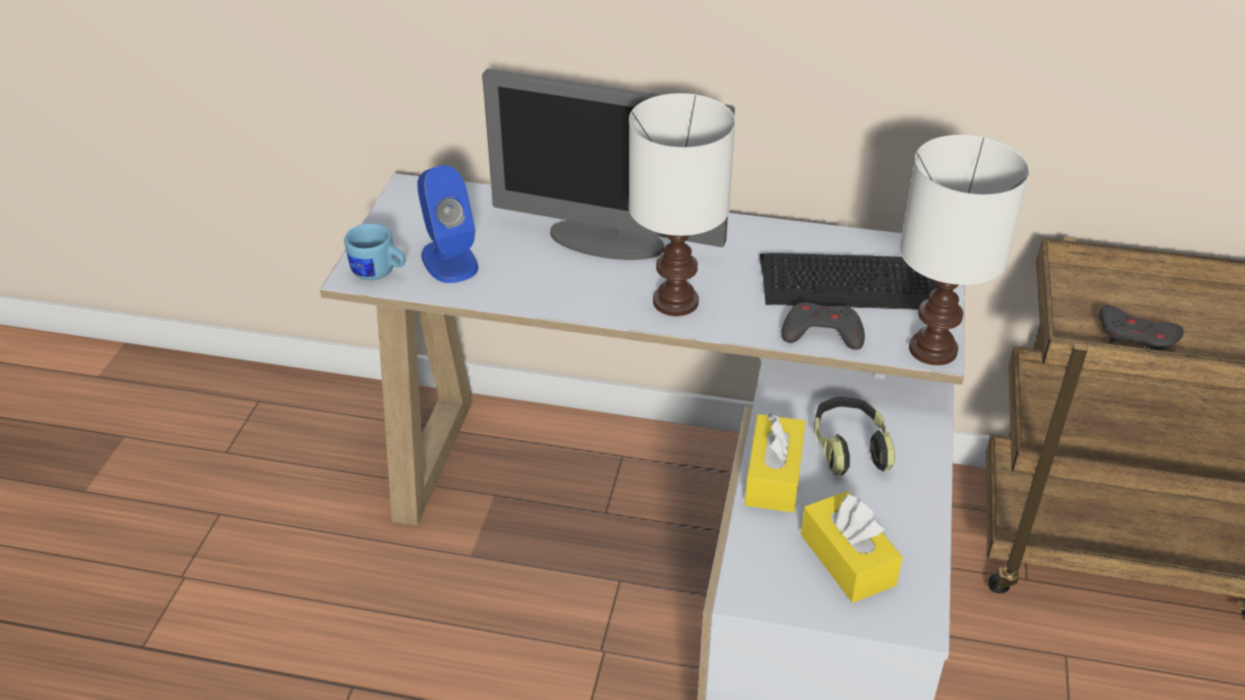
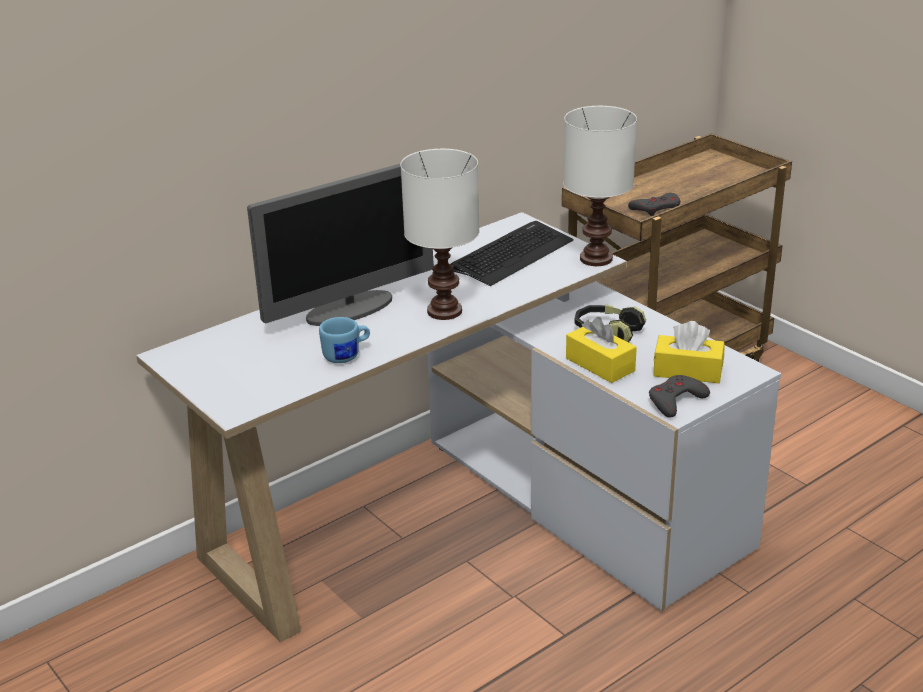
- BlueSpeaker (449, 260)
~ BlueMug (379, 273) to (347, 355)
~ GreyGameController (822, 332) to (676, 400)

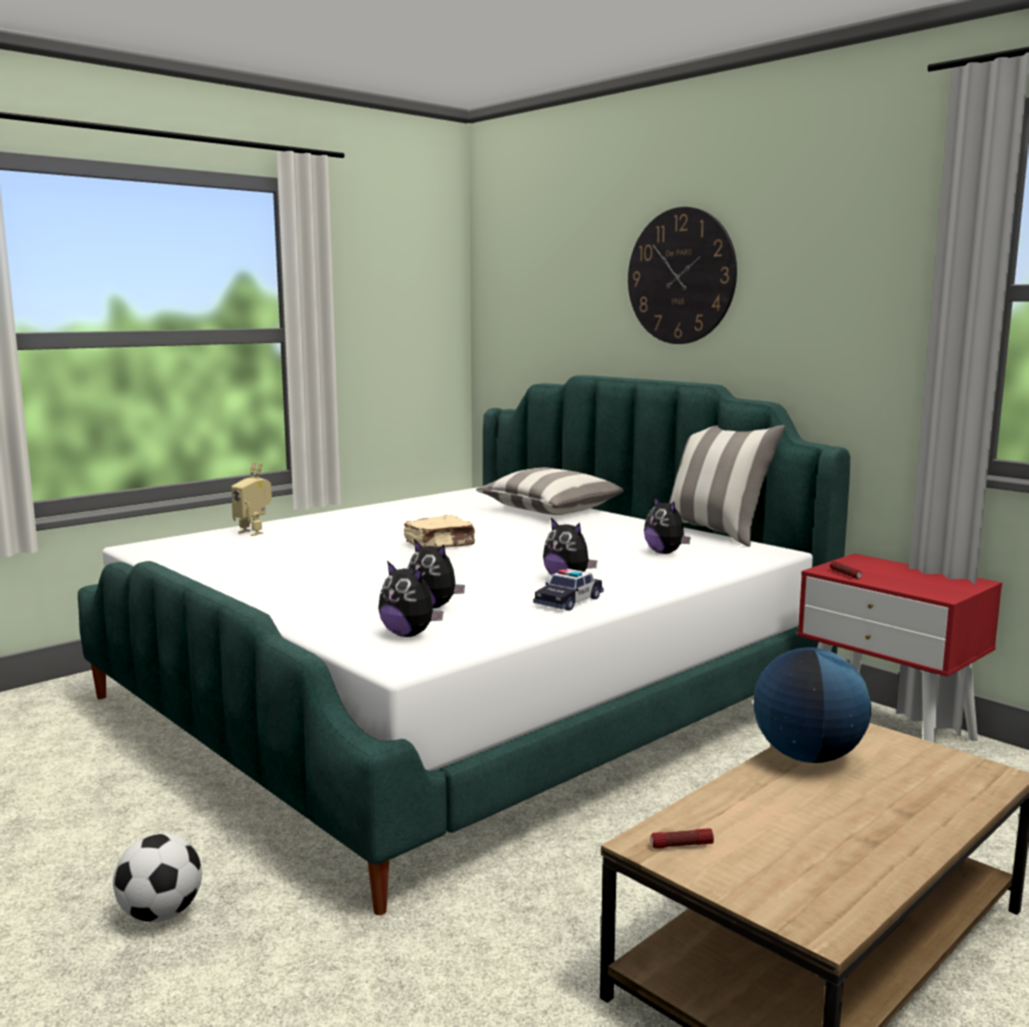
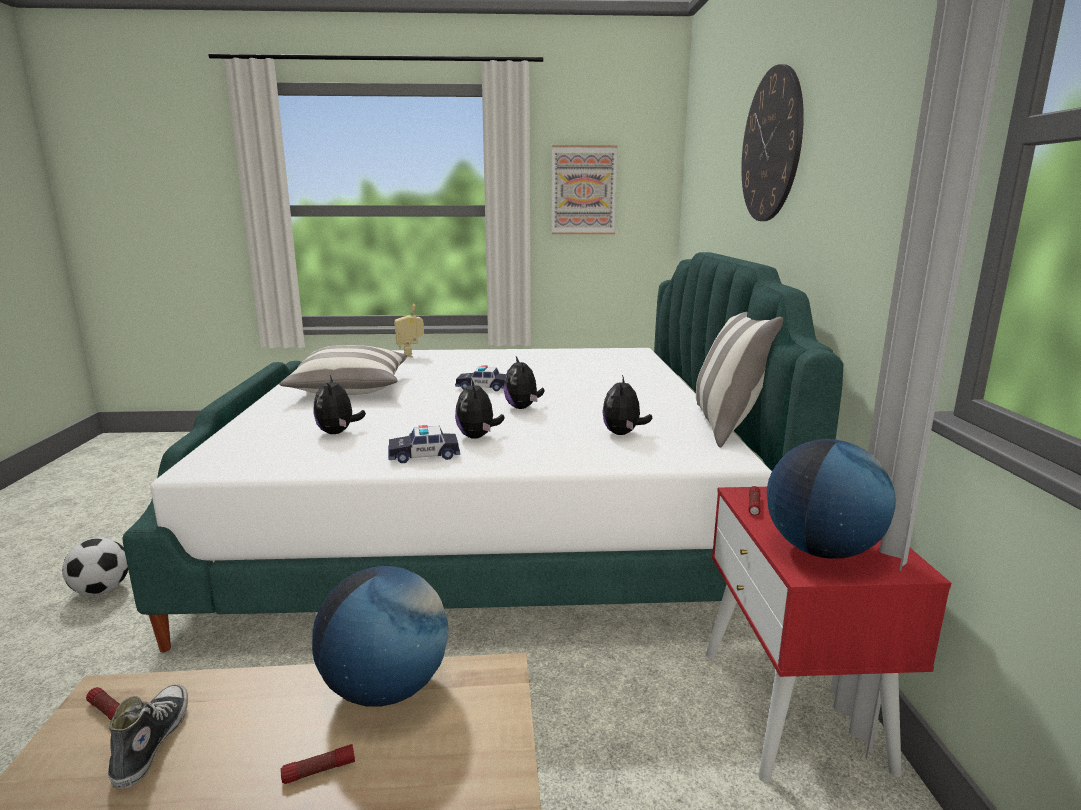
~ Pillow (551, 510) to (351, 388)
~ BeigeBook (440, 545) to ToyCar (482, 387)
~ PlushToy (409, 634) to (523, 407)
+ Picture (583, 190)
+ Globe (821, 550)
+ Shoe (151, 742)
+ Flashlight (319, 771)

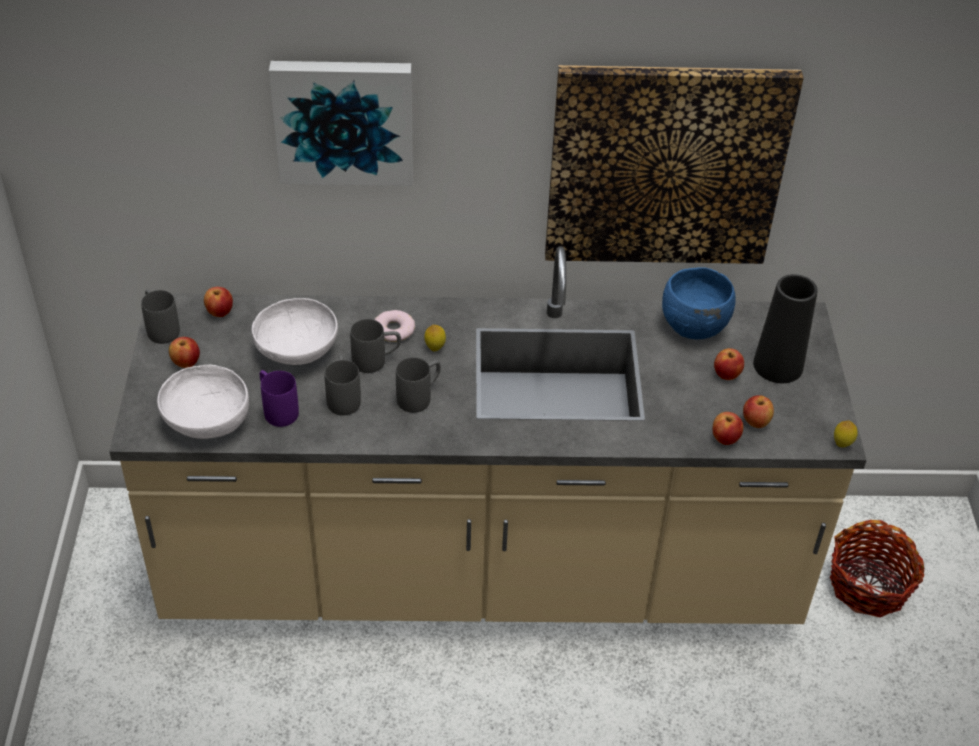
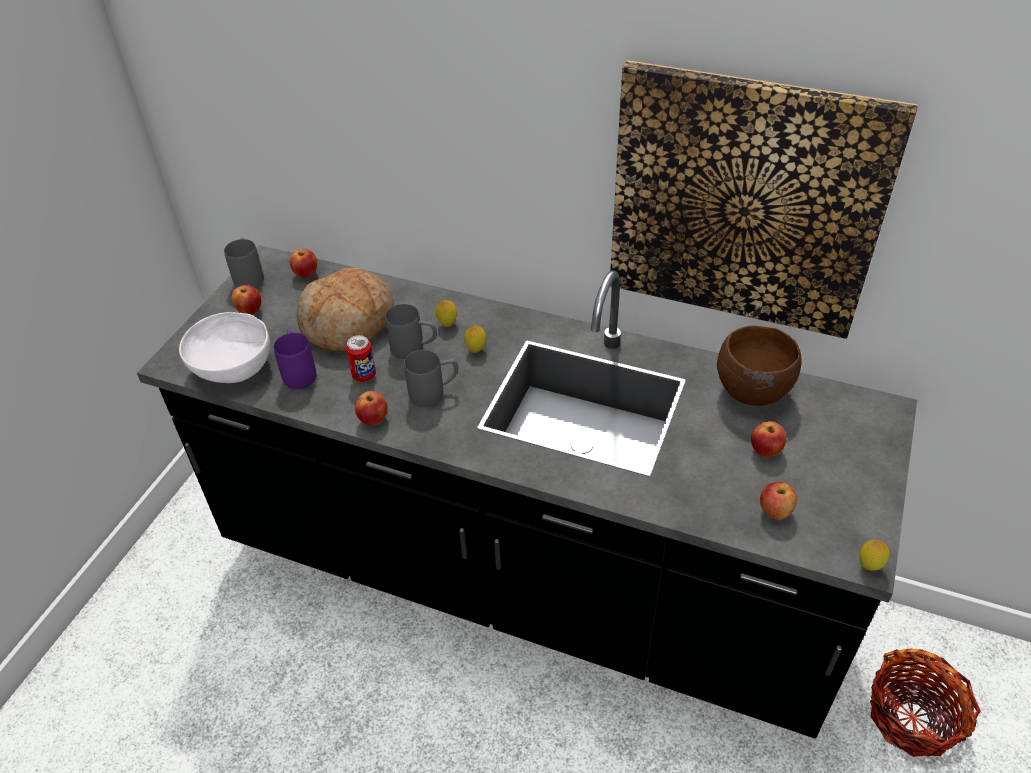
- Picture (344, 120)
~ BeigeCounter (481, 573) to BlackCounter (522, 579)
~ BlueBowl (693, 327) to BrownBowl (751, 391)
- BlackVase (778, 365)
~ WhiteBowl (297, 352) to Bread (349, 324)
~ Donut (393, 330) to Lemon (447, 324)
~ GreyMug (343, 397) to Can (364, 375)
~ Apple (725, 439) to (373, 419)

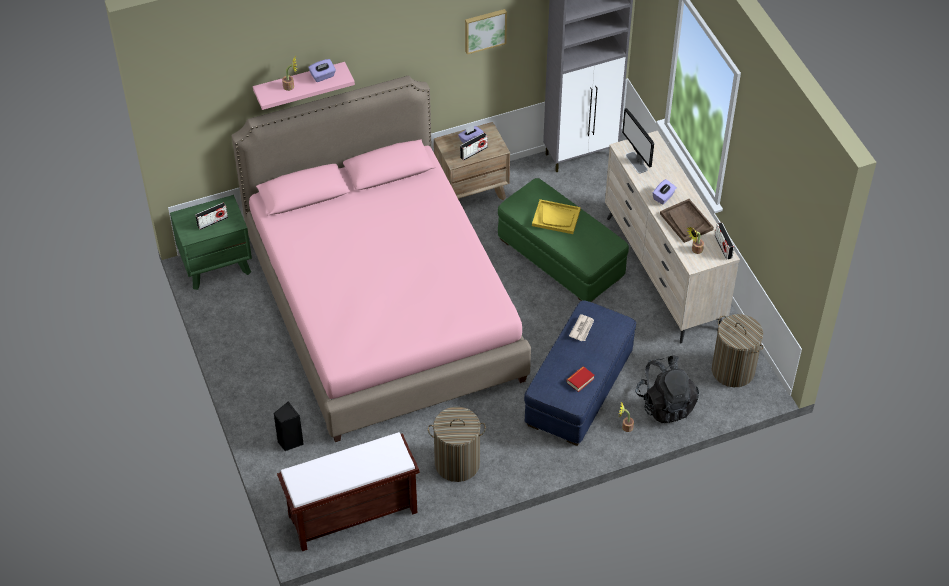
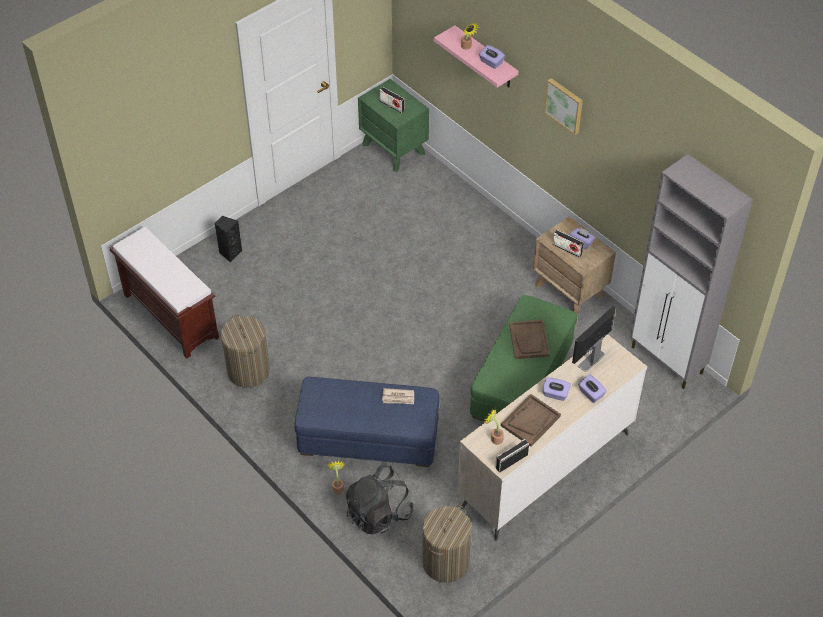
~ Picture (485, 30) to (565, 105)
- PinkBed (383, 308)
~ YellowTray (556, 218) to BrownTray (529, 340)
- Book (580, 380)
+ PurpleTissueBox (590, 394)

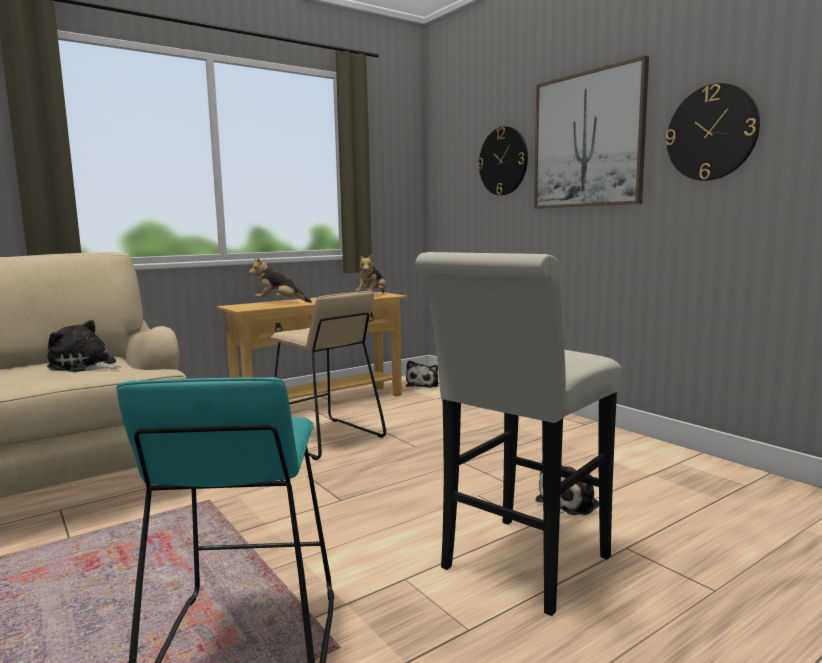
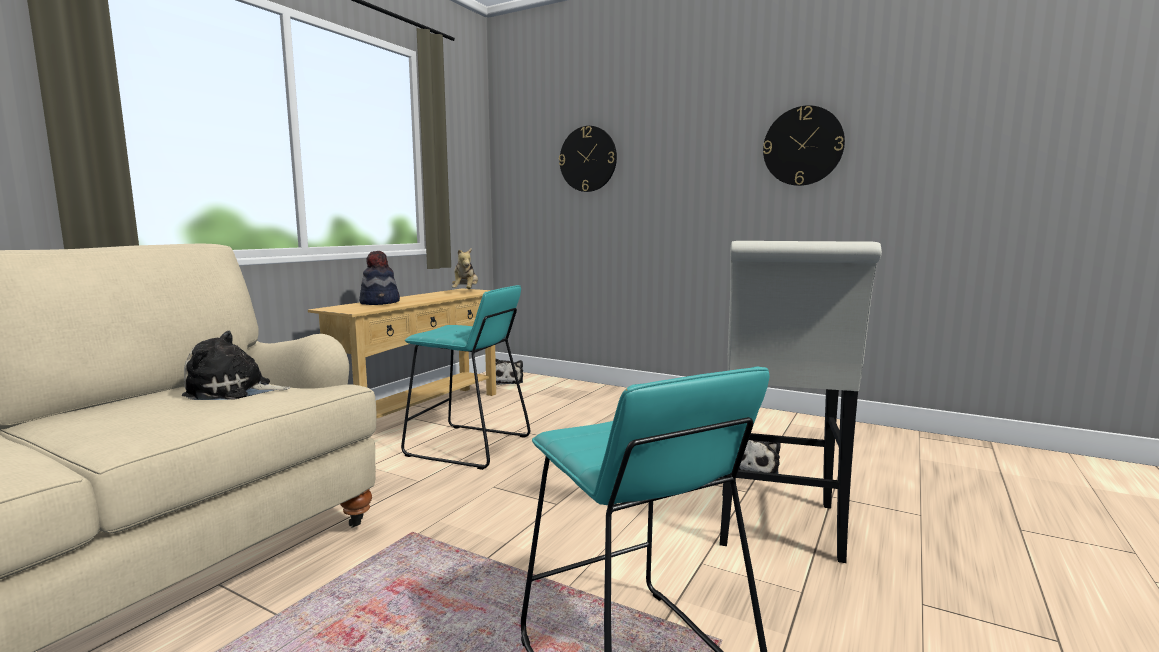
- Picture (587, 140)
~ PlushToy (280, 303) to Hat (380, 303)
~ BeigeStool (325, 438) to TurquoiseStool (467, 446)

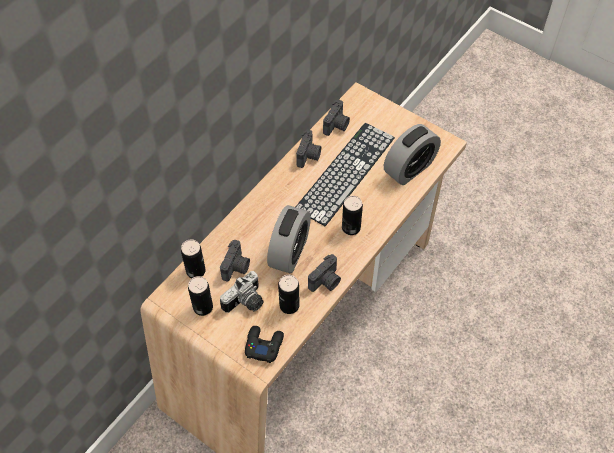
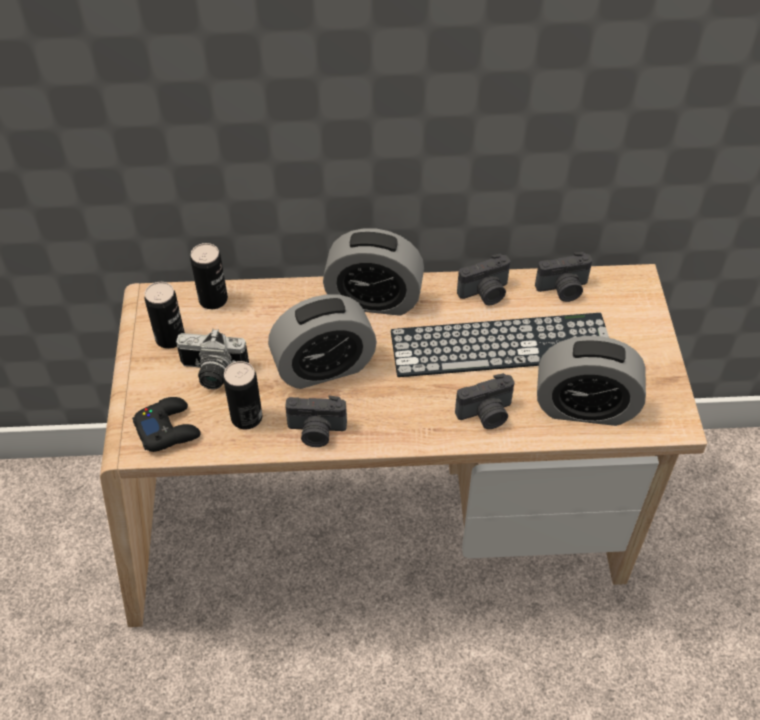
- Can (351, 228)
~ PhotoCamera (236, 267) to (486, 414)
+ AlarmClock (373, 300)

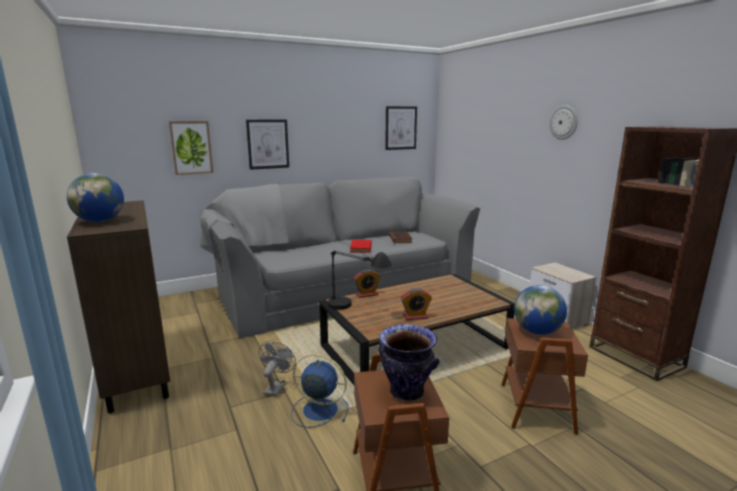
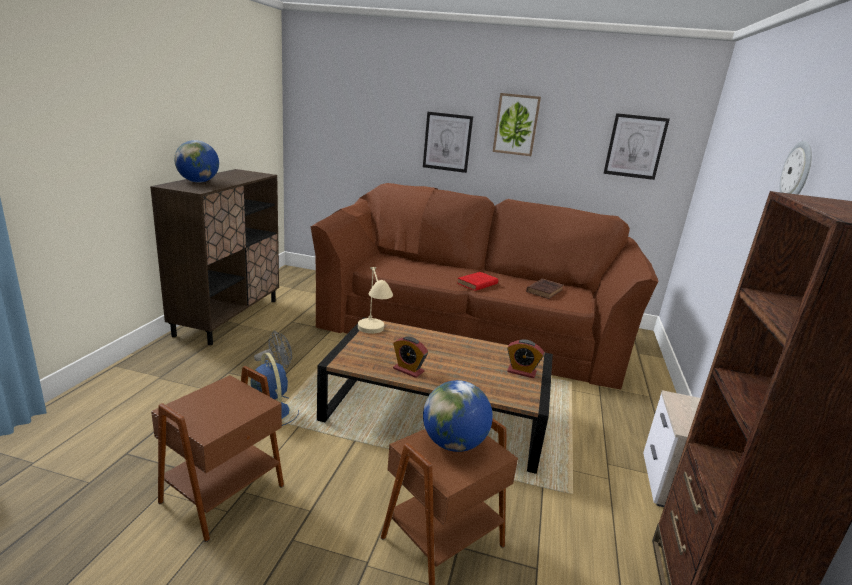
~ Picture (191, 147) to (516, 124)
~ GreySofa (342, 289) to BrownSofa (470, 327)
~ BlackTableLamp (356, 310) to BeigeTableLamp (373, 338)
~ AlarmClock (367, 294) to (521, 372)
- Vase (407, 392)

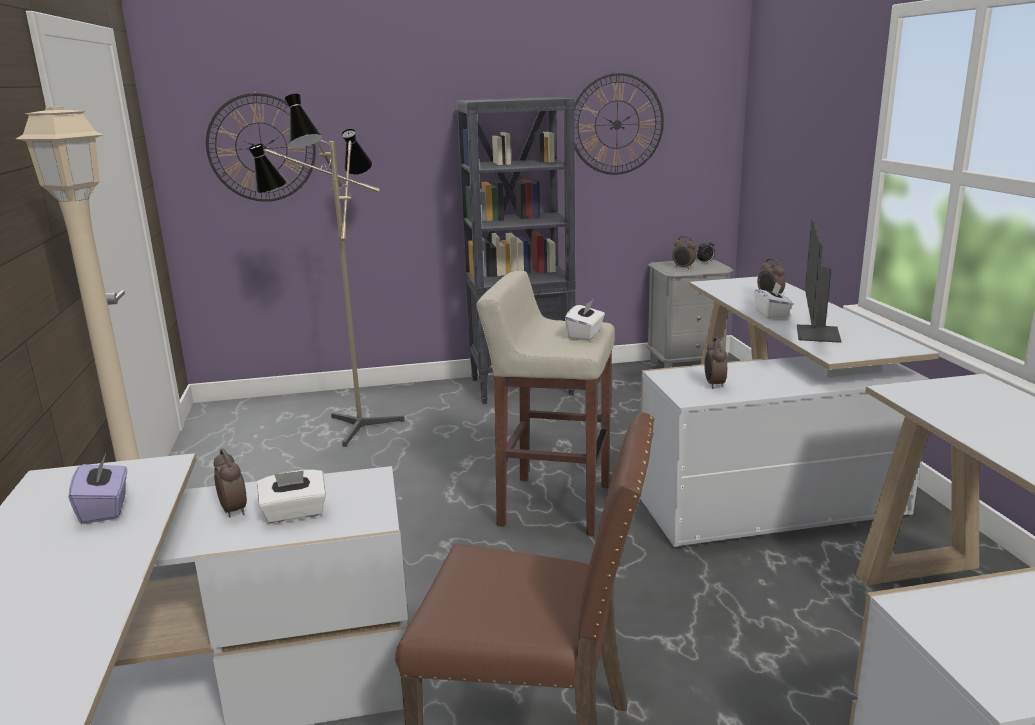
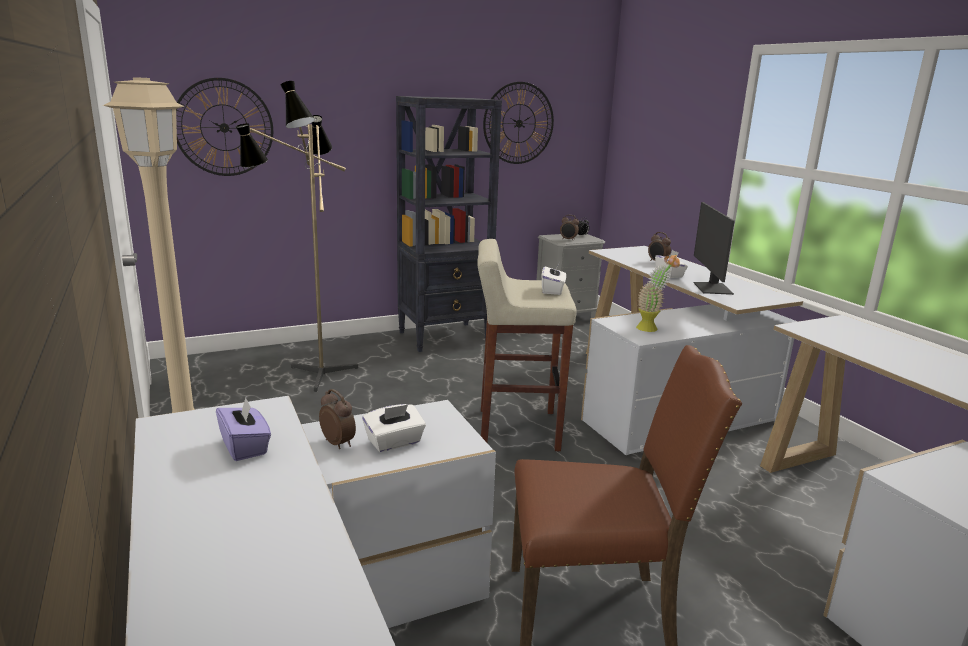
~ AlarmClock (714, 385) to PottedPlant (652, 328)

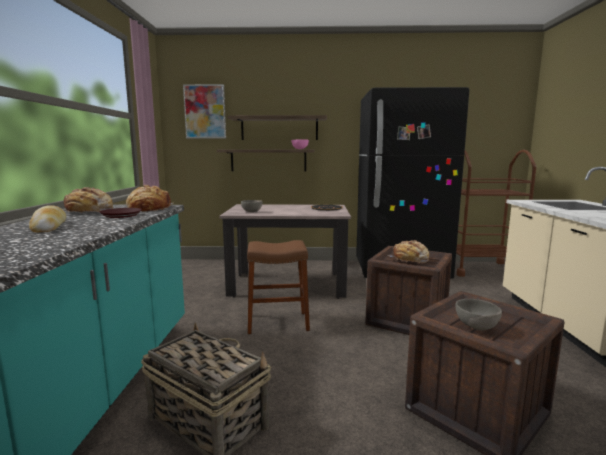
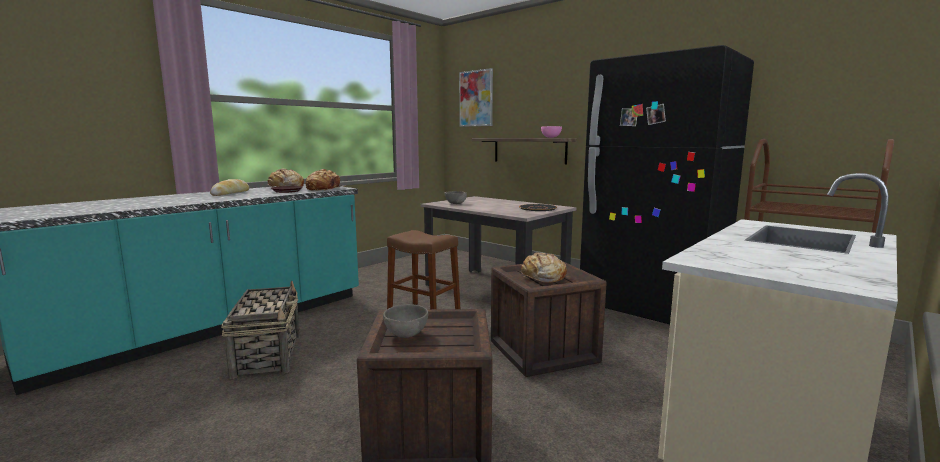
- Shelf (279, 128)

